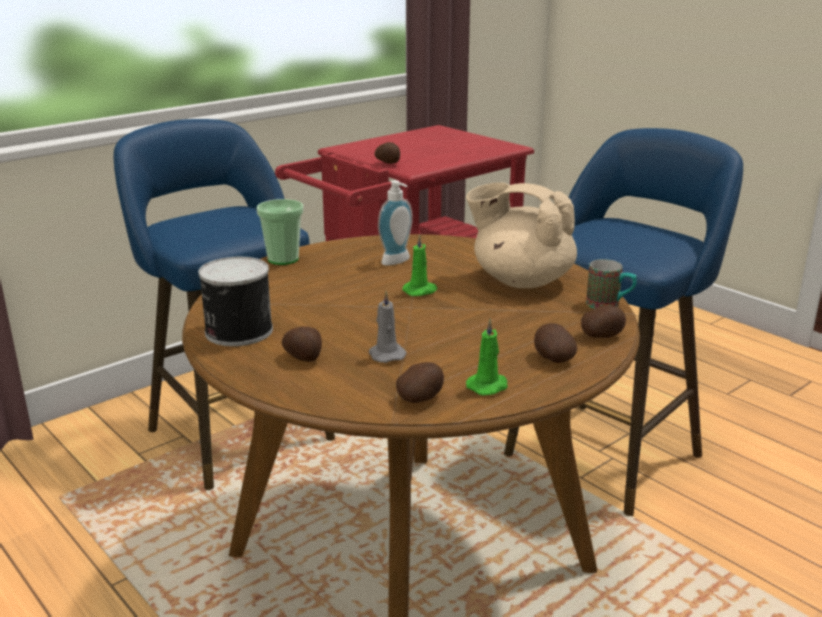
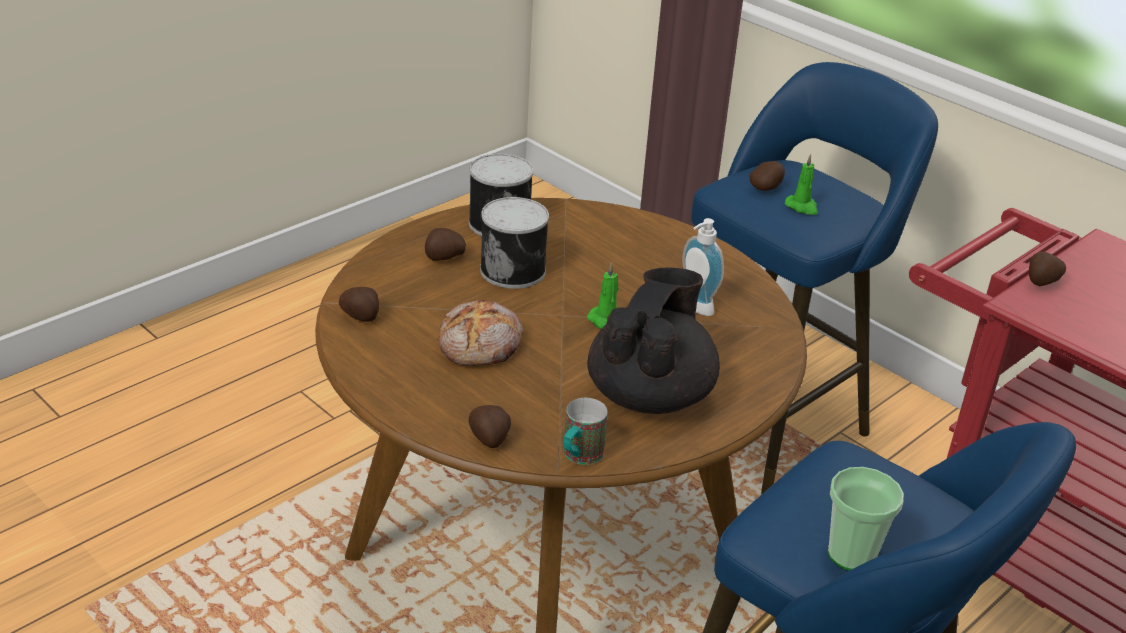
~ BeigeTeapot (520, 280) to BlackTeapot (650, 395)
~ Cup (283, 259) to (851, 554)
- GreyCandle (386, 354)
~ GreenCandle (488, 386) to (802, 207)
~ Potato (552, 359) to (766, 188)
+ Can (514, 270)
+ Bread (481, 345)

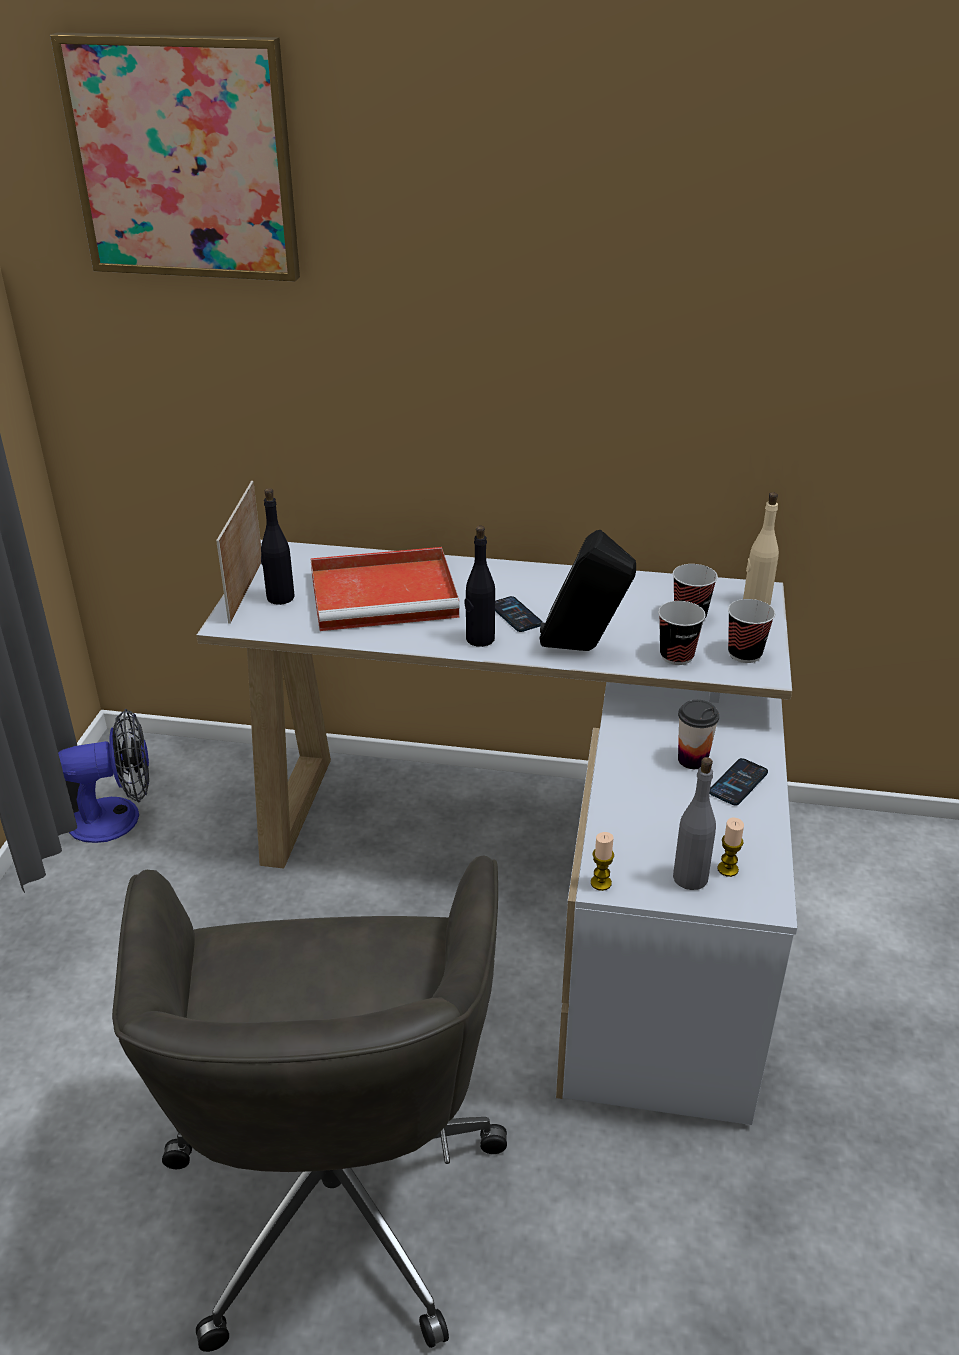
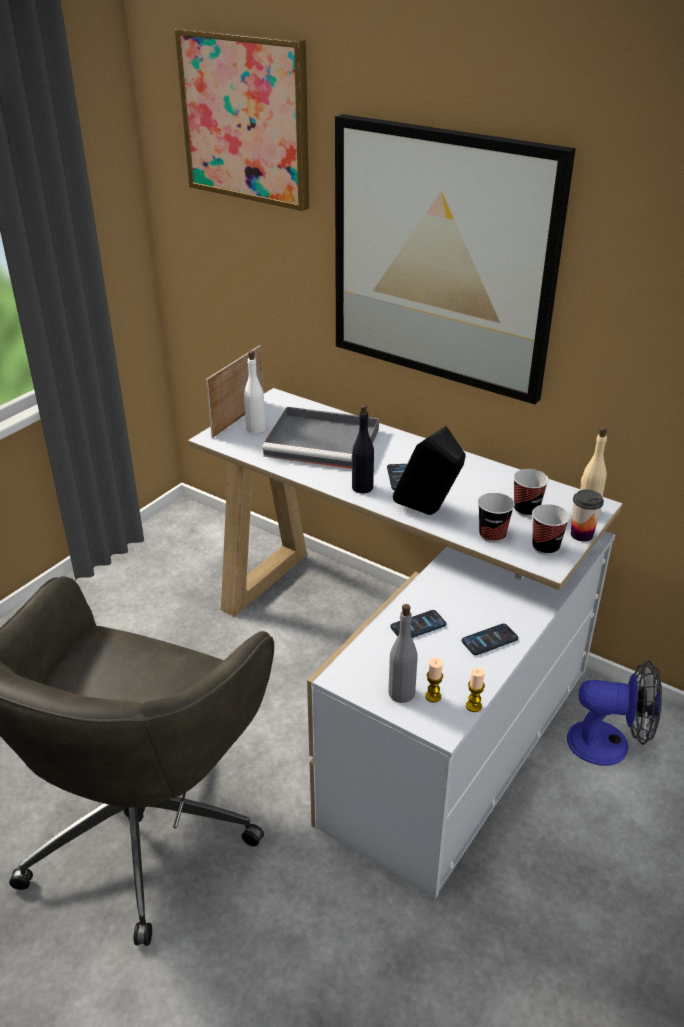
~ BlackBottle (280, 597) to WhiteBottle (255, 428)
~ RedTray (386, 594) to GreyTray (324, 442)
~ Cup (692, 760) to (581, 535)
~ Fan (118, 817) to (609, 744)
~ Candle (601, 883) to (473, 706)
+ Picture (442, 258)
+ Phone (418, 626)

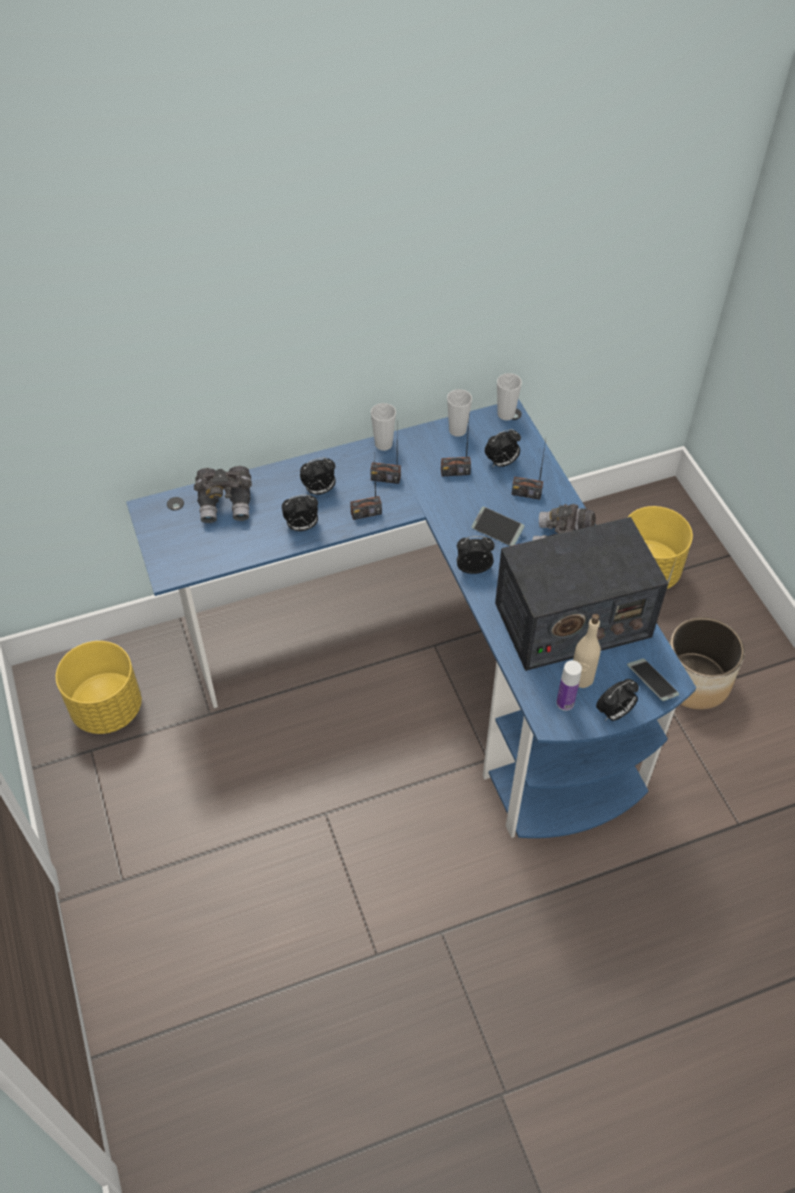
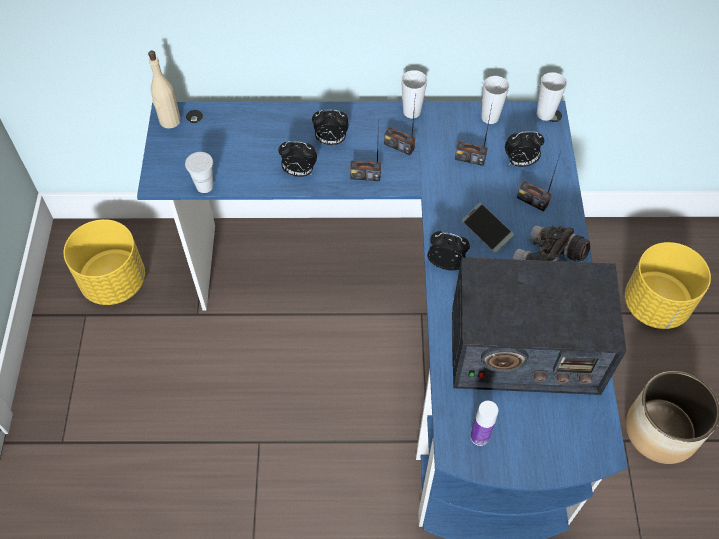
- GreyBinoculars (226, 503)
~ BeigeBottle (581, 678) to (169, 121)
- Phone (651, 683)
- AlarmClock (614, 713)
+ WhiteCup (204, 186)

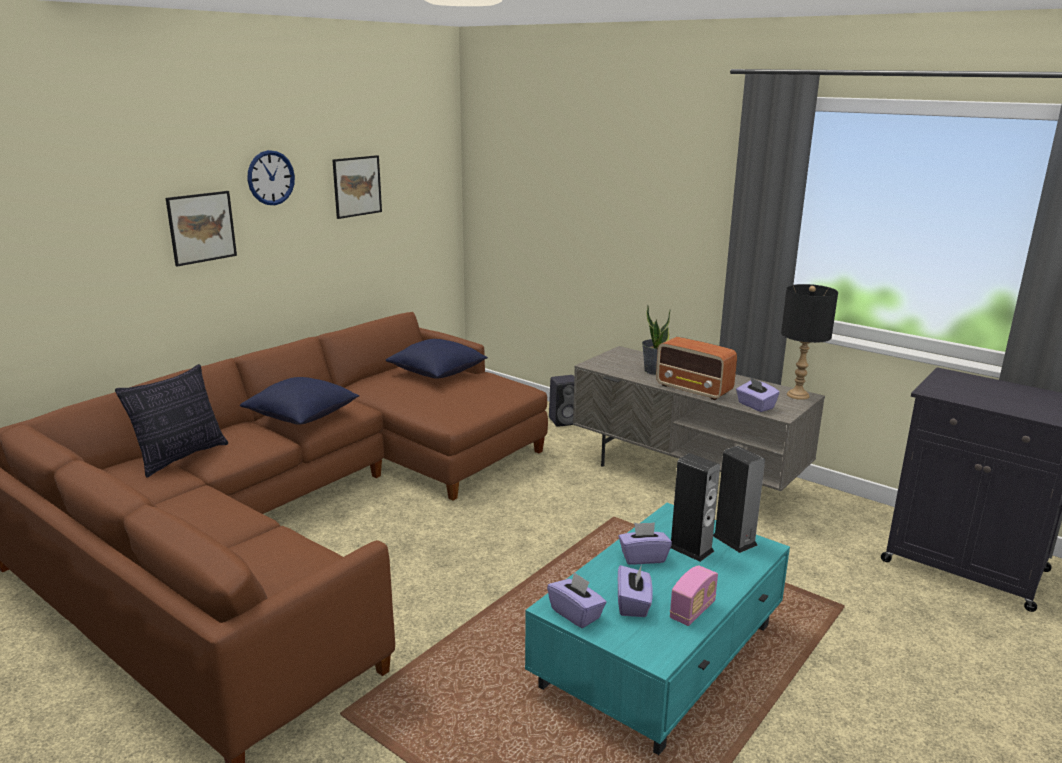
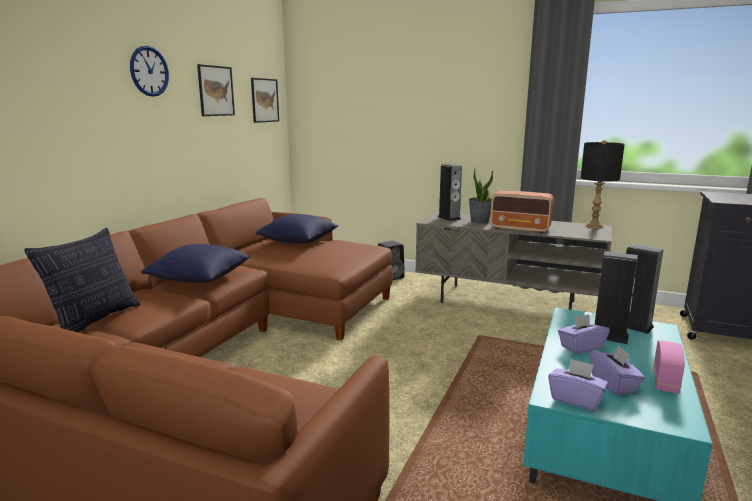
~ Picture (201, 227) to (264, 100)
- PurpleTissueBox (755, 406)
+ Speaker (449, 218)

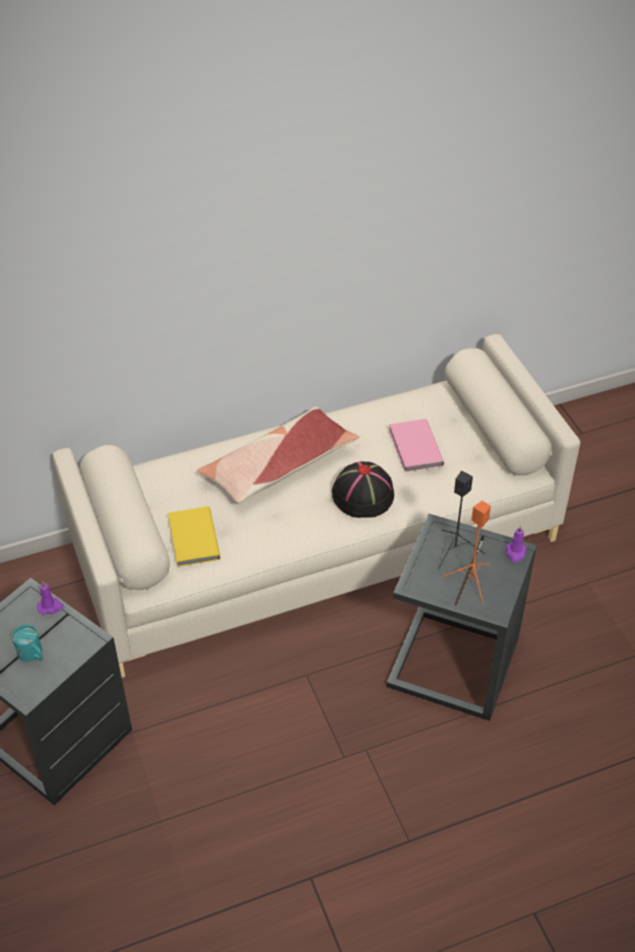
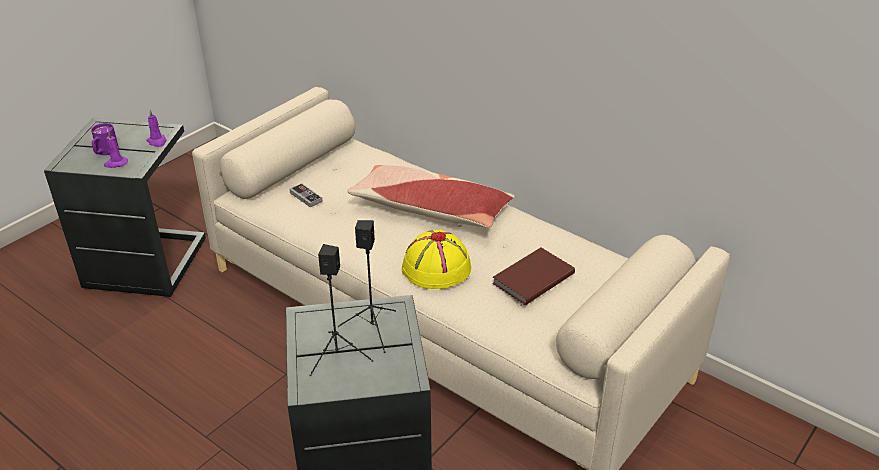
~ PinkBook (414, 448) to BrownBook (531, 278)
~ BlackHat (363, 496) to YellowHat (436, 268)
~ OrangeSpeaker (471, 582) to BlackSpeaker (337, 356)
~ YellowBook (192, 539) to GameController (306, 197)
~ PurpleCandle (515, 553) to (116, 163)
~ TurquoiseMug (33, 655) to PurpleMug (105, 152)

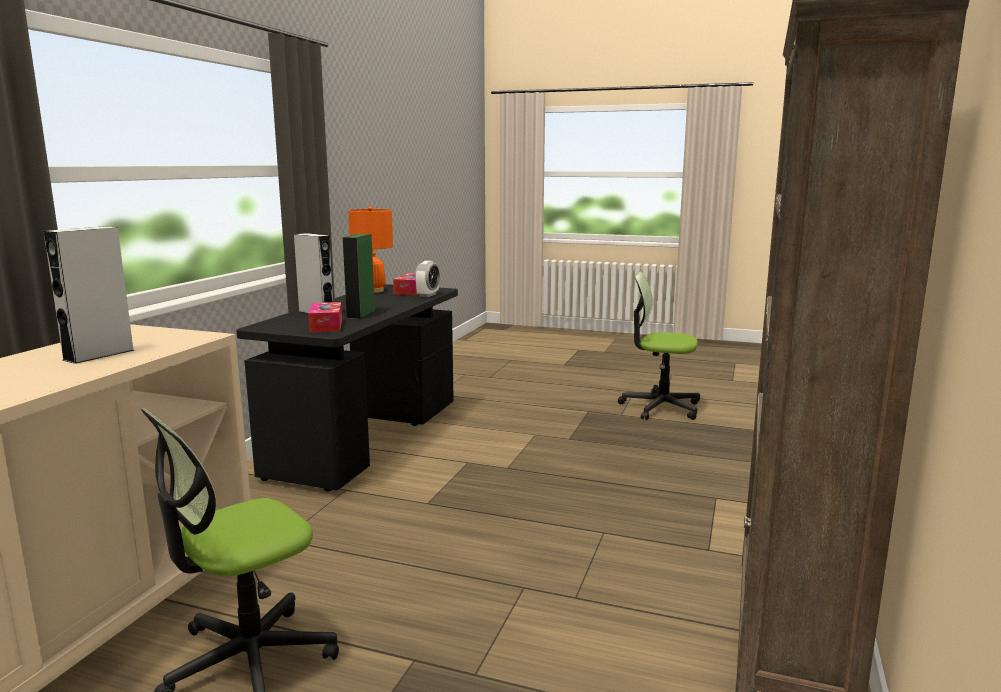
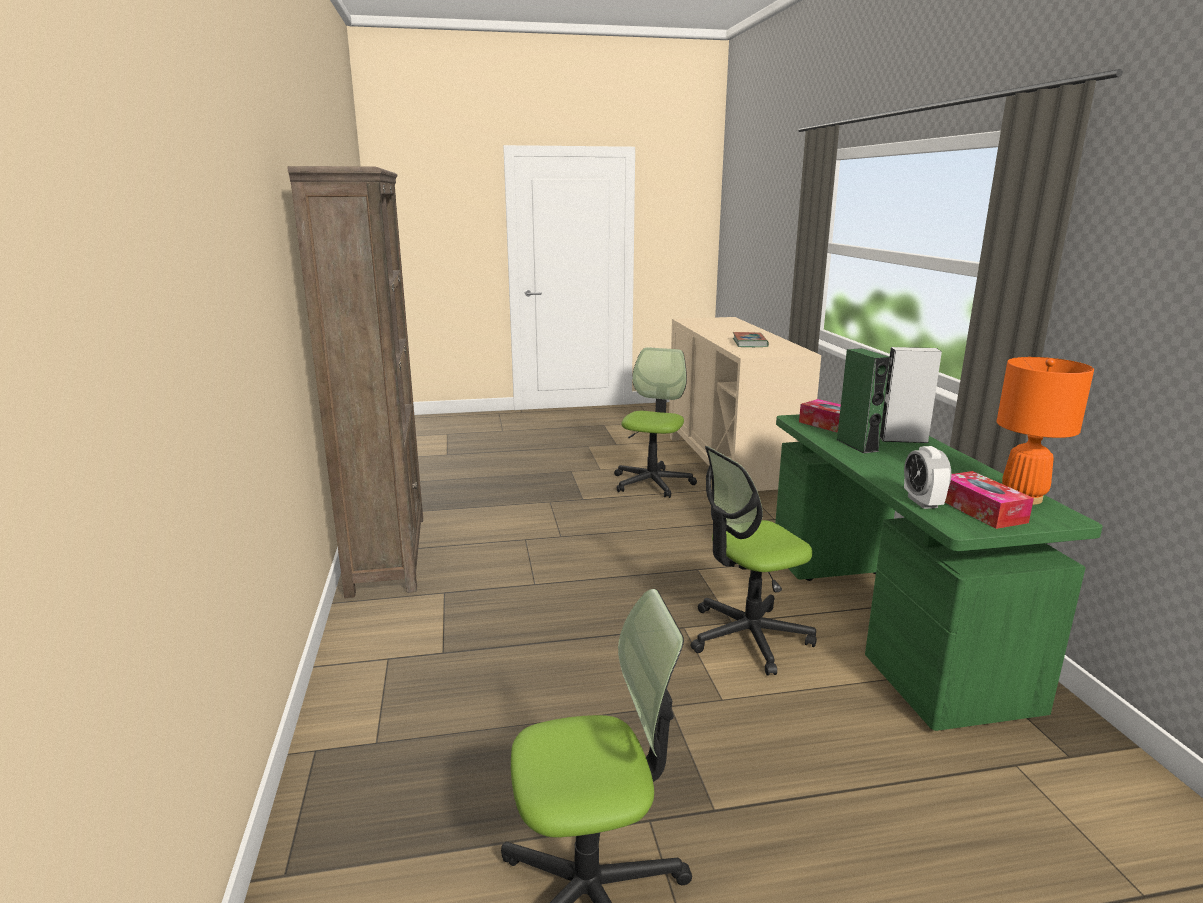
~ GreySpeaker (99, 355) to Book (749, 343)
~ BlackDesk (367, 438) to GreenDesk (885, 622)
+ OfficeChair (748, 637)

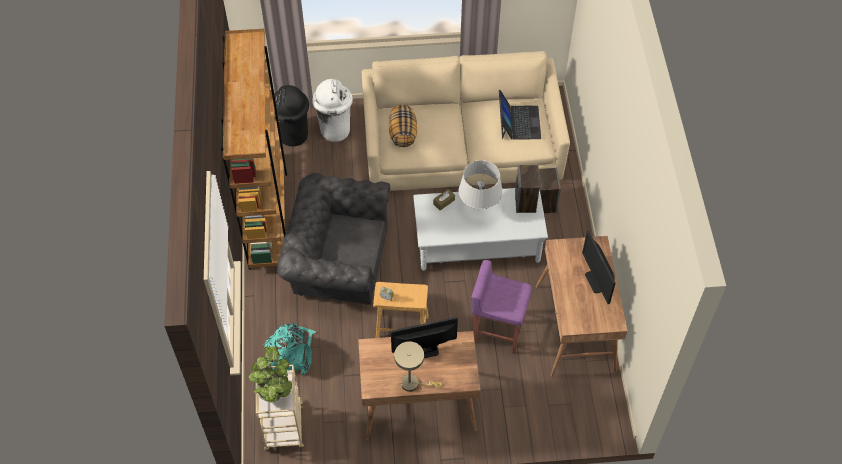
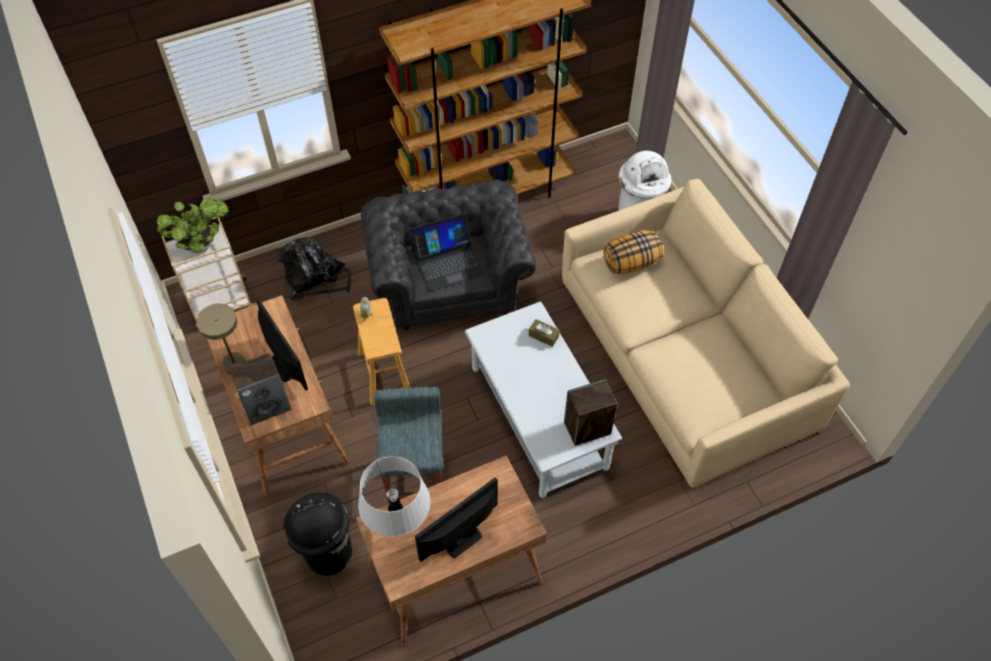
~ BlackTrashCan (293, 135) to (327, 553)
~ Laptop (518, 122) to (447, 262)
~ GreyTableLamp (479, 207) to (398, 521)
~ Speaker (545, 202) to (267, 405)
~ PurpleStool (497, 331) to GreyStool (416, 479)
~ TurquoiseBackpack (291, 352) to BlackBackpack (316, 279)

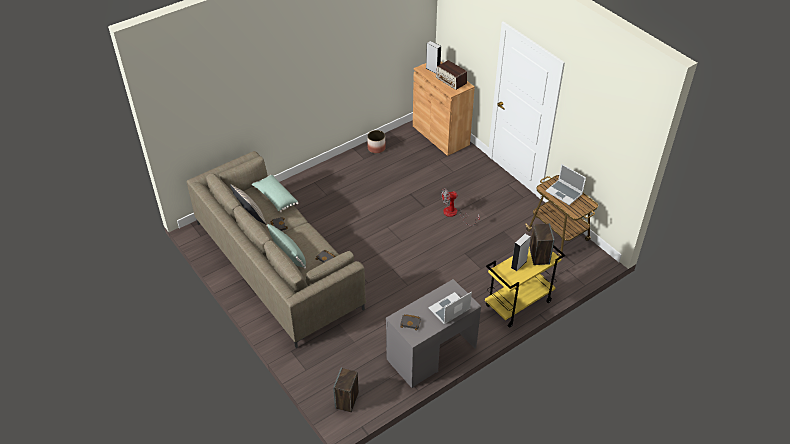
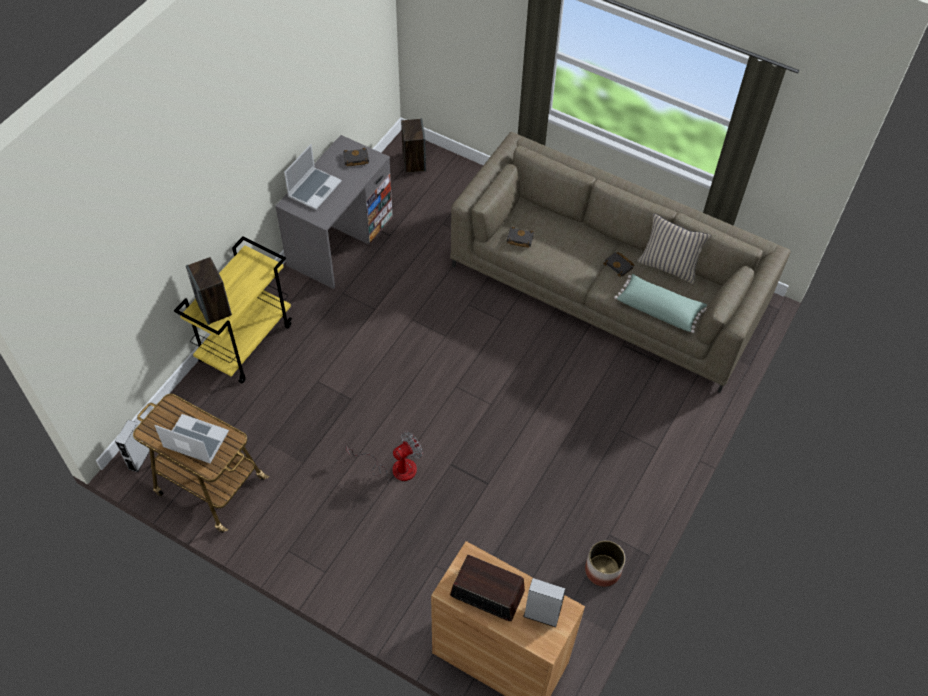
- GreenPillow (288, 253)
~ GreySpeaker (518, 264) to (139, 459)

